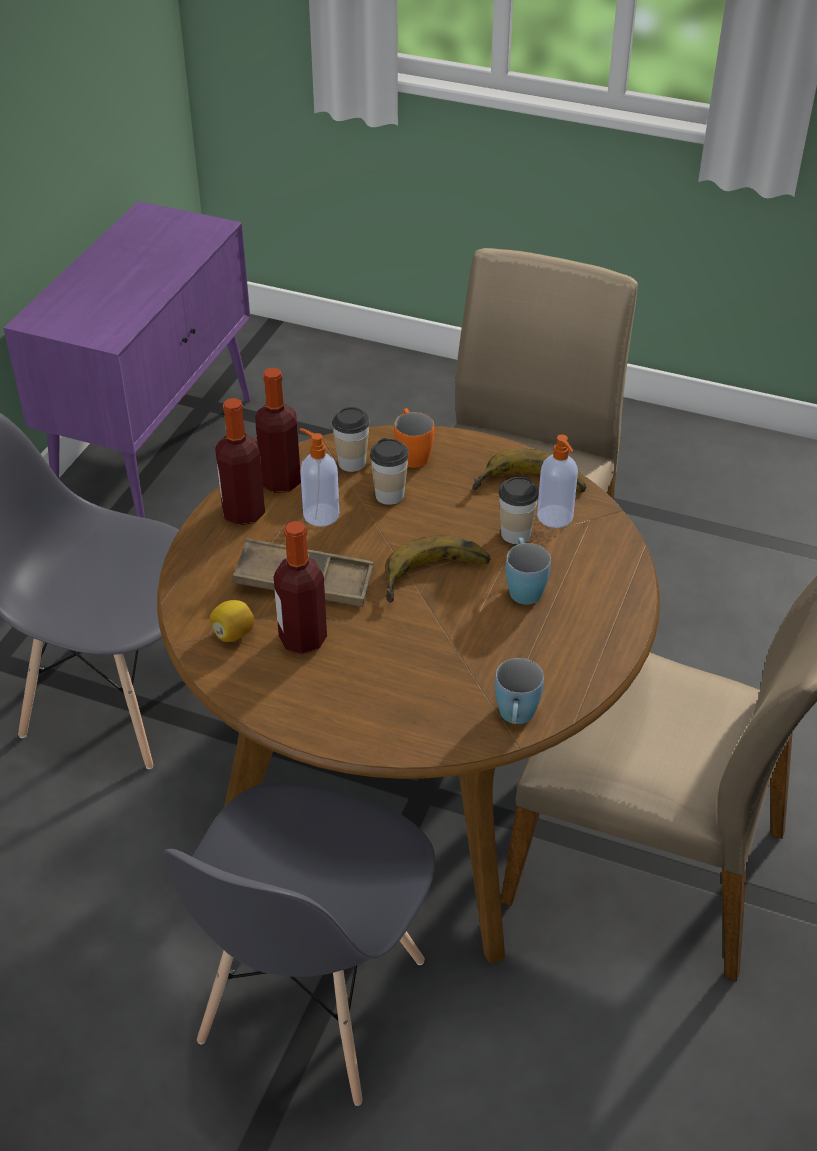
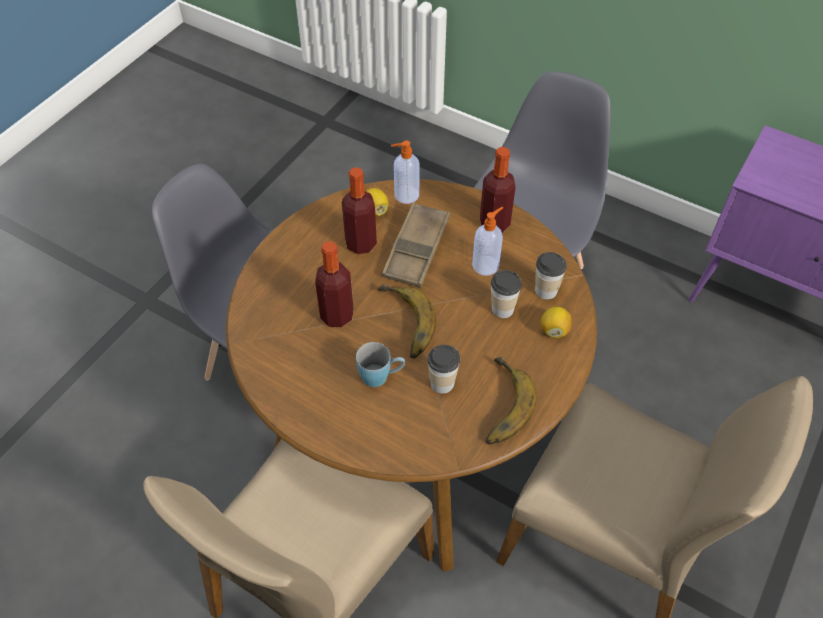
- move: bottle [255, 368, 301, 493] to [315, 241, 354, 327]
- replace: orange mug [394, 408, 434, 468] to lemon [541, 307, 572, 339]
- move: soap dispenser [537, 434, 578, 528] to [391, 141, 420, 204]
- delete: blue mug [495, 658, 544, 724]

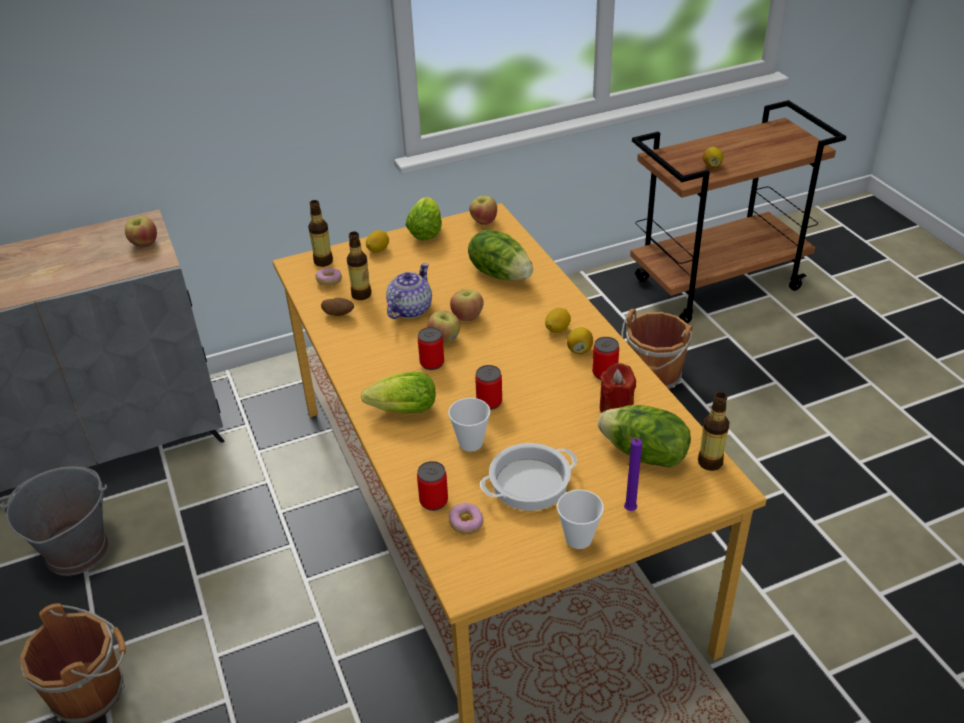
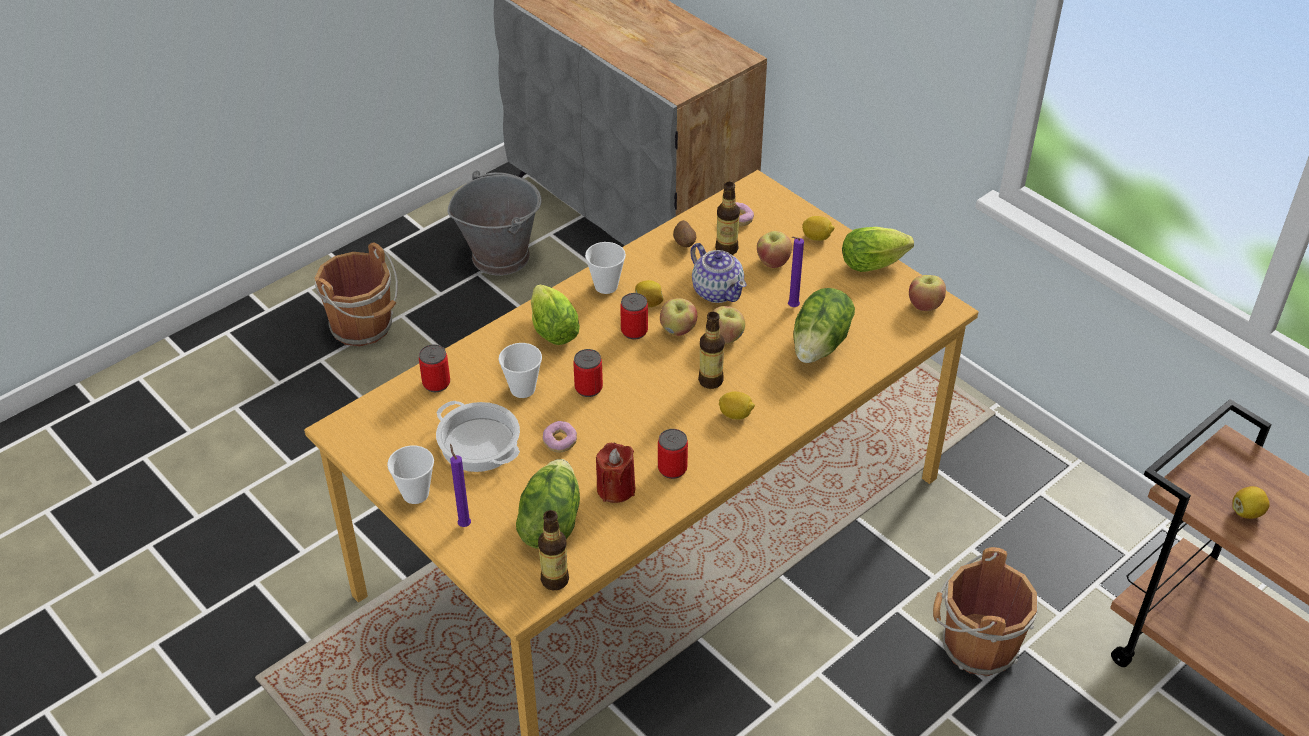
- move: bottle [308, 200, 333, 267] to [698, 312, 725, 389]
- move: apple [125, 216, 157, 247] to [757, 231, 792, 268]
- rotate: teapot [386, 263, 432, 319] = [690, 243, 746, 303] 45 degrees clockwise
- move: lemon [567, 327, 593, 354] to [635, 280, 664, 308]
- move: donut [448, 503, 484, 534] to [543, 421, 577, 453]
- insert: purple candle [788, 237, 804, 307]
- insert: cup [585, 242, 626, 294]

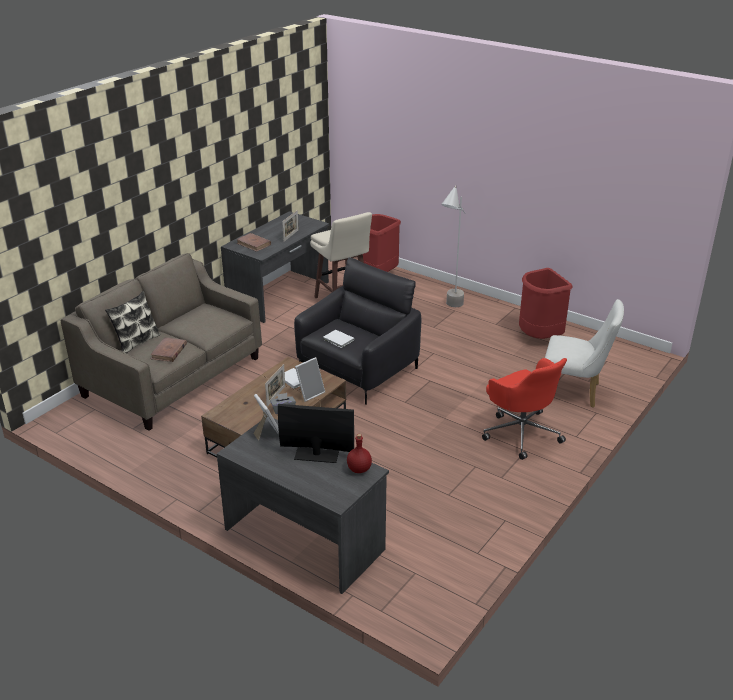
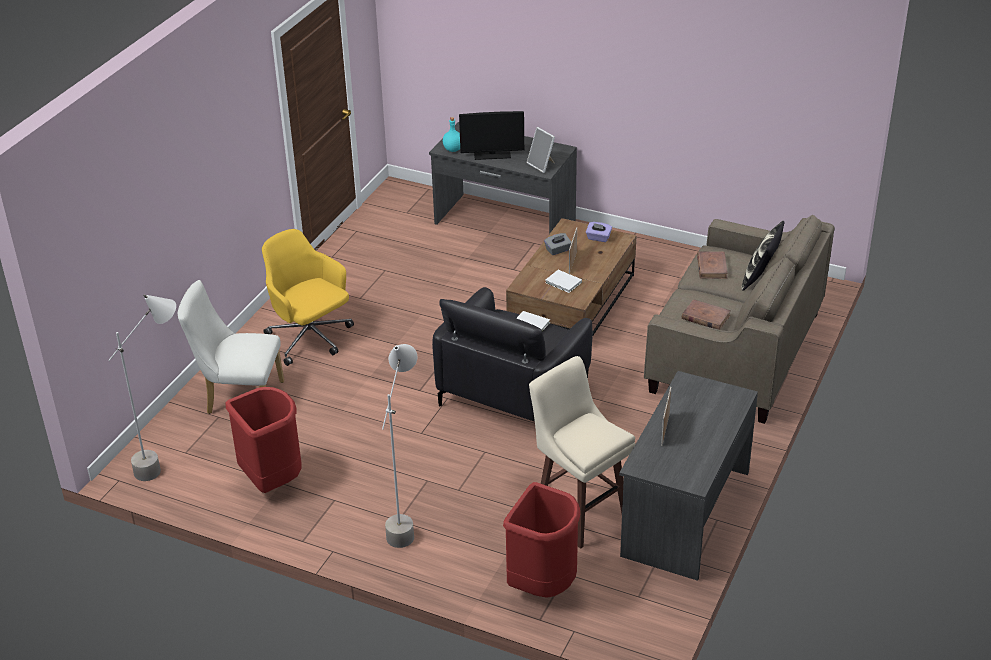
- move: brown book [236, 233, 271, 252] to [682, 299, 731, 330]
- delete: picture frame [295, 357, 325, 402]
- recolor: red office chair [482, 358, 567, 460] to yellow office chair [262, 229, 354, 366]
- recolor: red bottle [347, 434, 372, 473] to turquoise bottle [443, 117, 460, 152]
- insert: purple tissue box [586, 222, 612, 242]
- insert: grey floor lamp [108, 295, 176, 481]

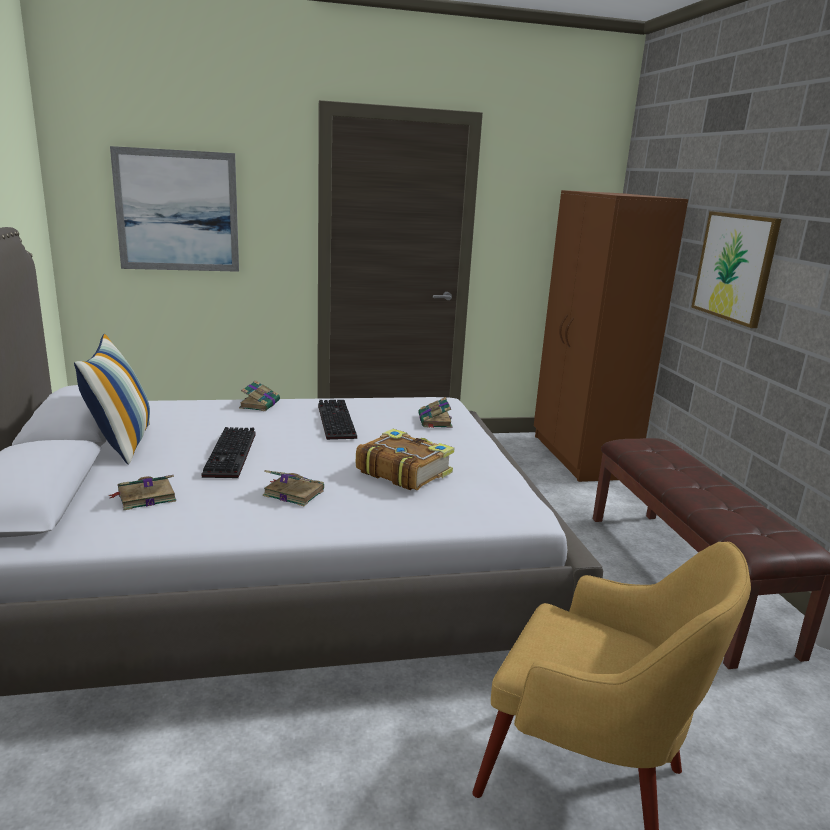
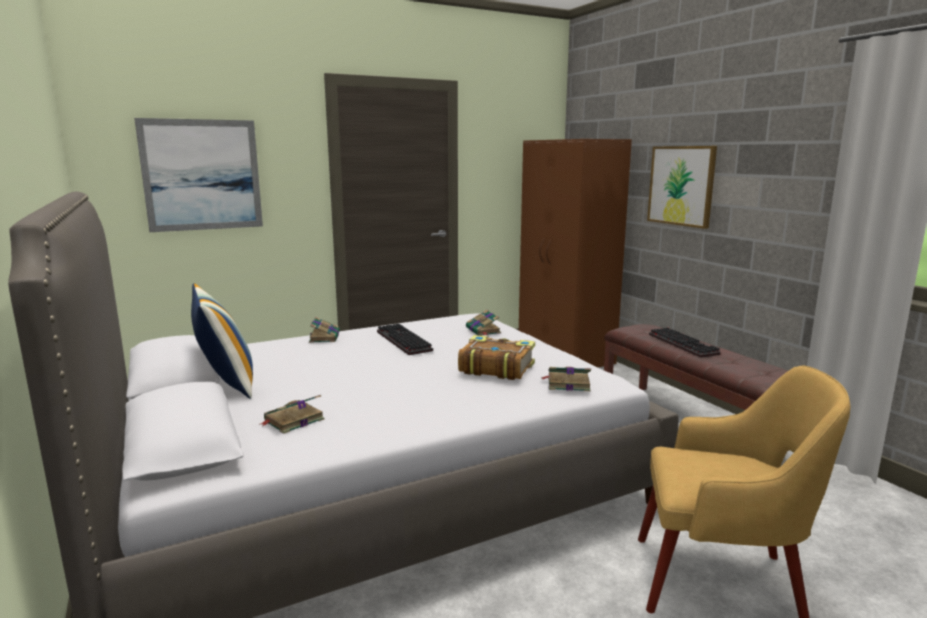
- move: keyboard [201, 427, 256, 478] to [649, 327, 721, 358]
- move: book [263, 470, 324, 506] to [542, 367, 591, 391]

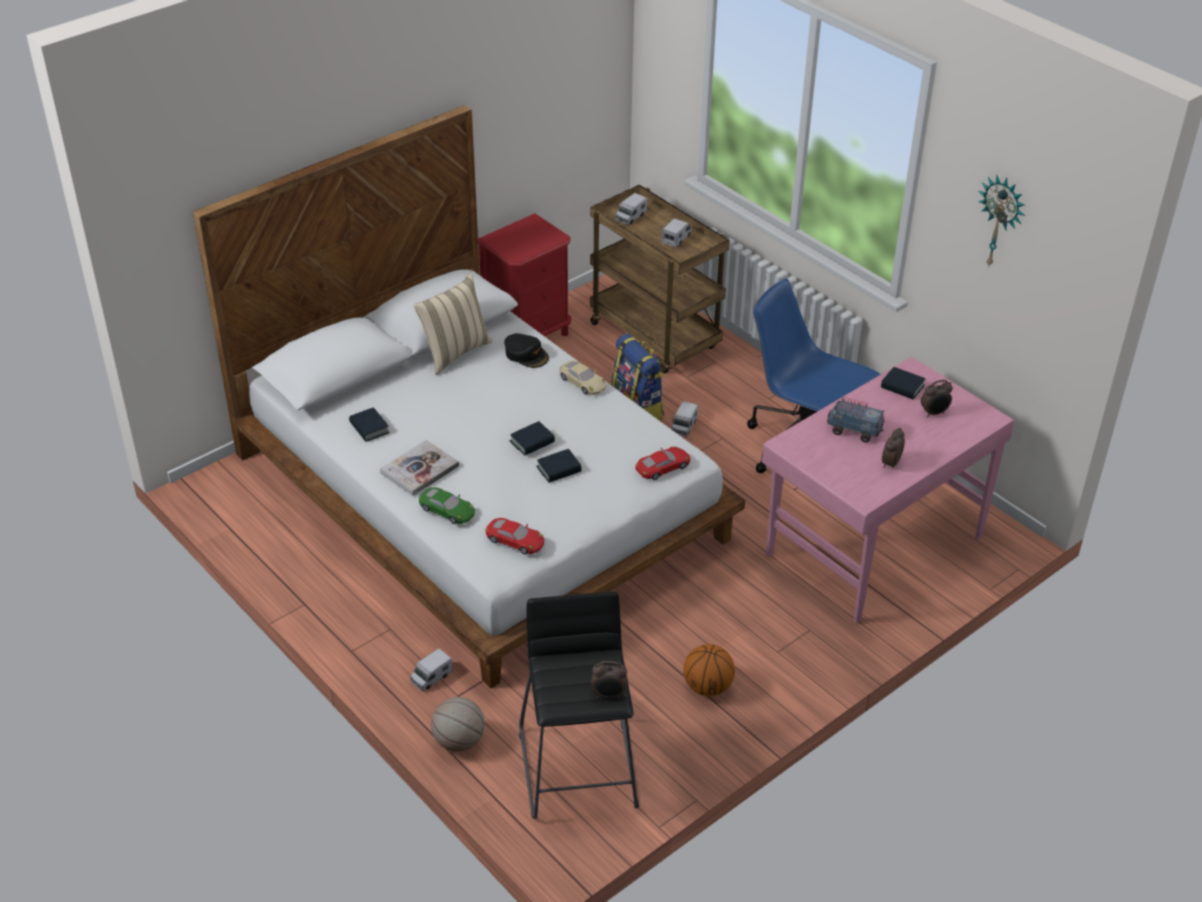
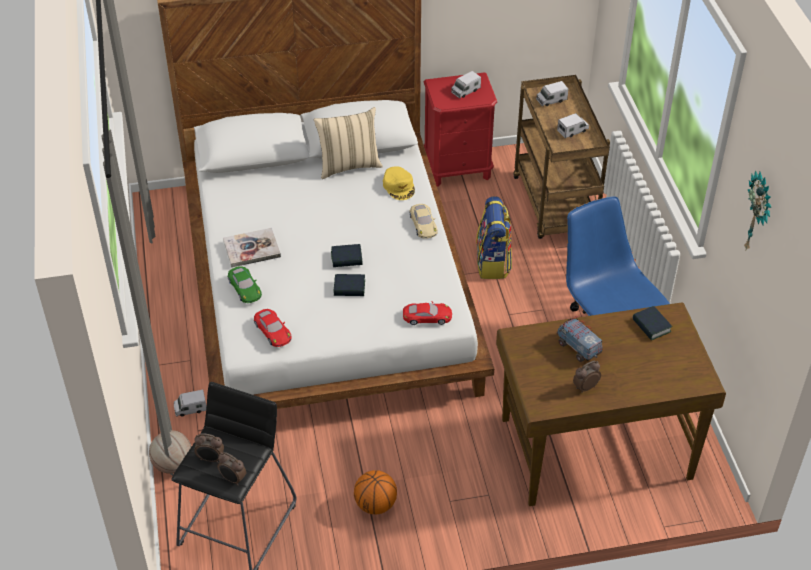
- recolor: black cap [504, 333, 549, 368] to yellow cap [383, 166, 415, 200]
- recolor: pink desk [762, 357, 1015, 624] to brown desk [496, 303, 726, 506]
- move: alarm clock [921, 380, 953, 417] to [194, 433, 224, 463]
- move: toy truck [672, 401, 698, 437] to [451, 71, 481, 98]
- delete: book [349, 408, 389, 442]

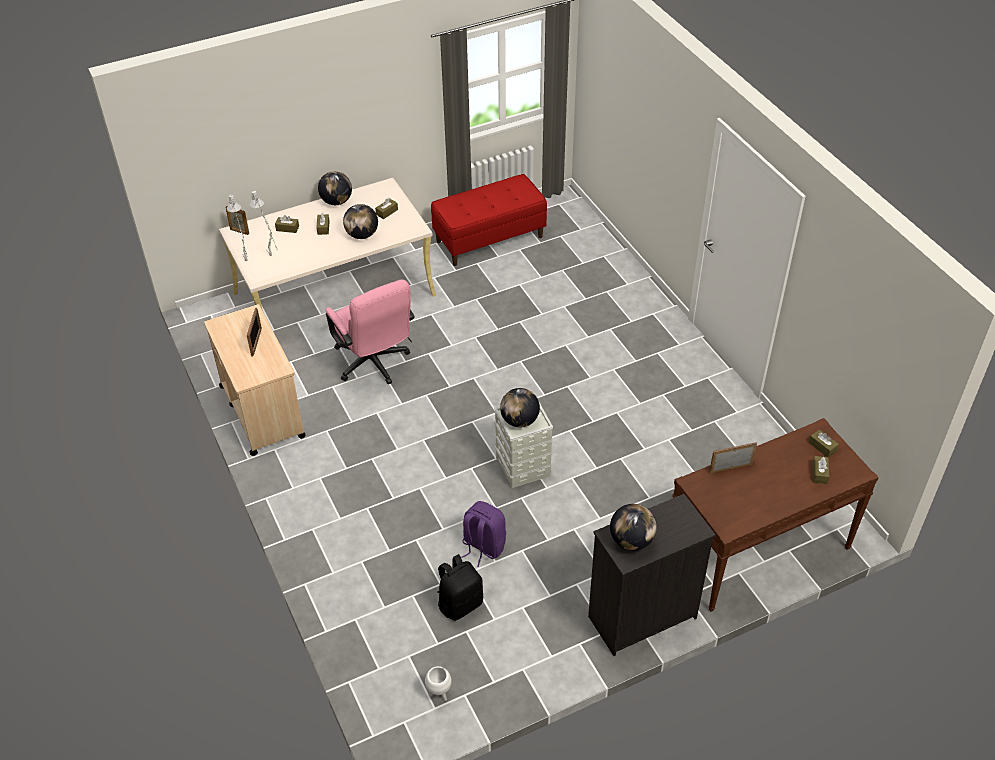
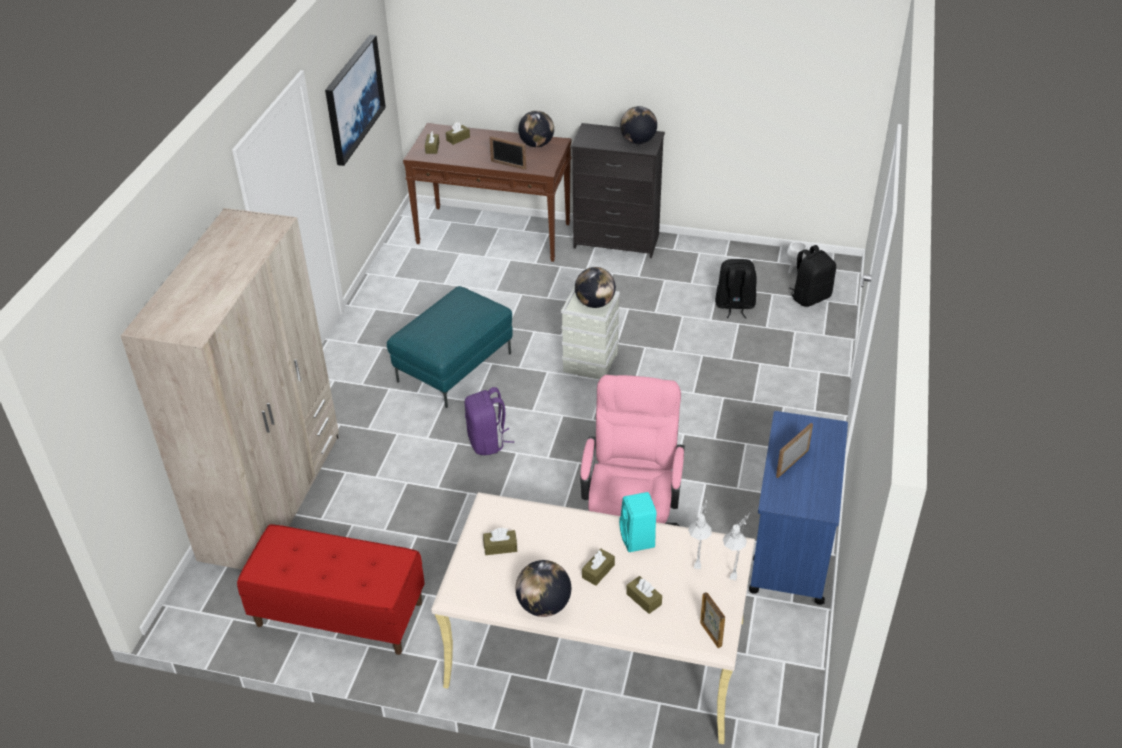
- move: globe [343, 204, 378, 239] to [518, 111, 554, 147]
- recolor: beige cart [204, 304, 305, 456] to blue cart [749, 411, 848, 605]
- move: purple backpack [462, 501, 506, 567] to [464, 387, 514, 455]
- insert: picture [325, 35, 386, 166]
- insert: beige wardrobe [120, 208, 339, 570]
- insert: black backpack [789, 245, 836, 307]
- insert: turquoise ottoman [386, 286, 513, 408]
- insert: turquoise speaker [619, 492, 657, 552]

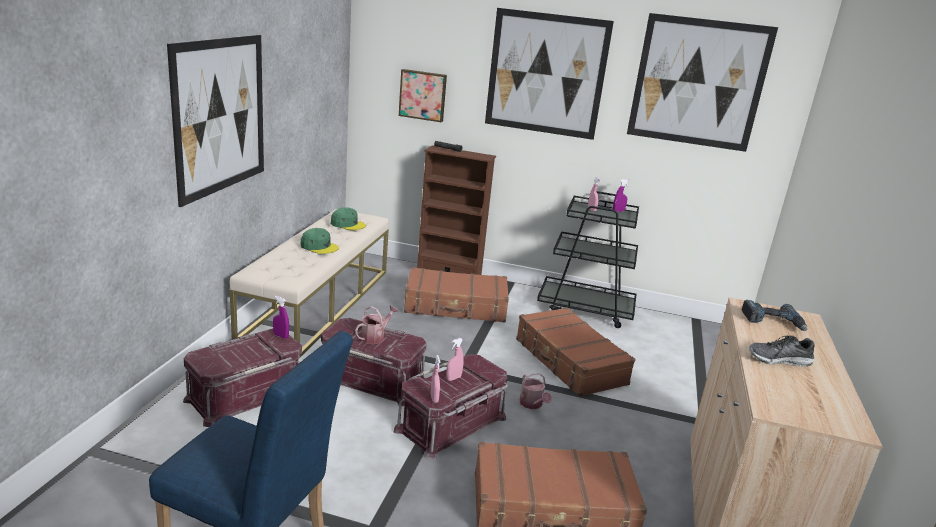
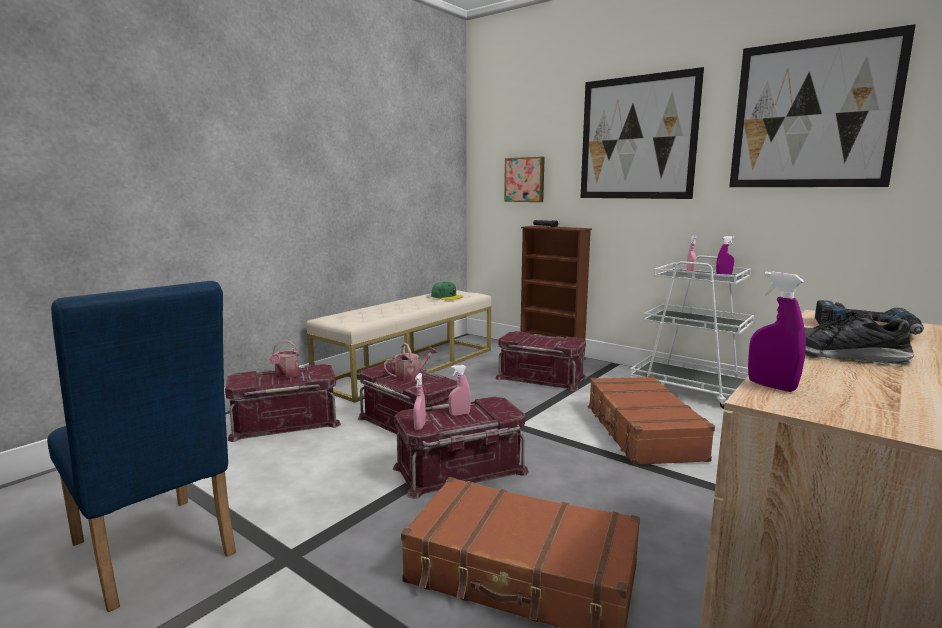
- delete: picture [167, 35, 264, 207]
- recolor: black cart [537, 191, 639, 328] to white cart [630, 255, 754, 409]
- delete: green cap [300, 228, 339, 254]
- replace: brown suitcase [404, 267, 509, 323] to red storage box [496, 331, 586, 391]
- move: purple spray bottle [273, 296, 289, 339] to [748, 272, 806, 392]
- move: watering can [520, 373, 552, 409] to [269, 341, 299, 378]

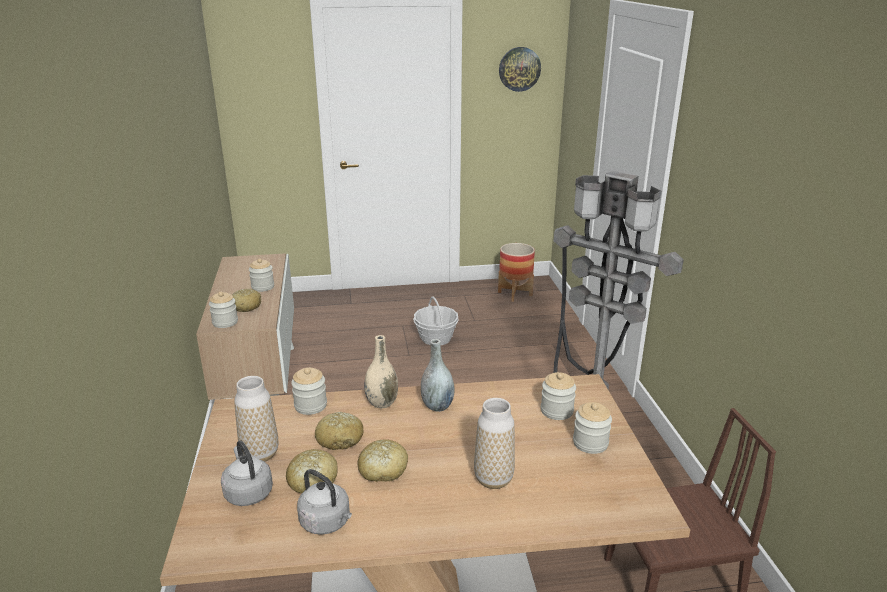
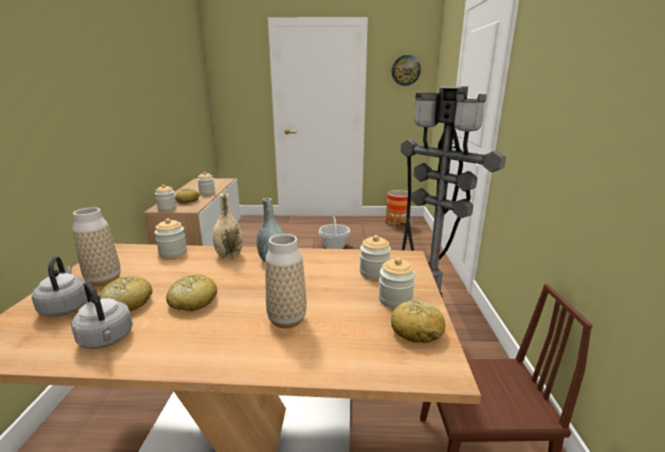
- move: bread [315, 412, 363, 450] to [391, 300, 445, 343]

